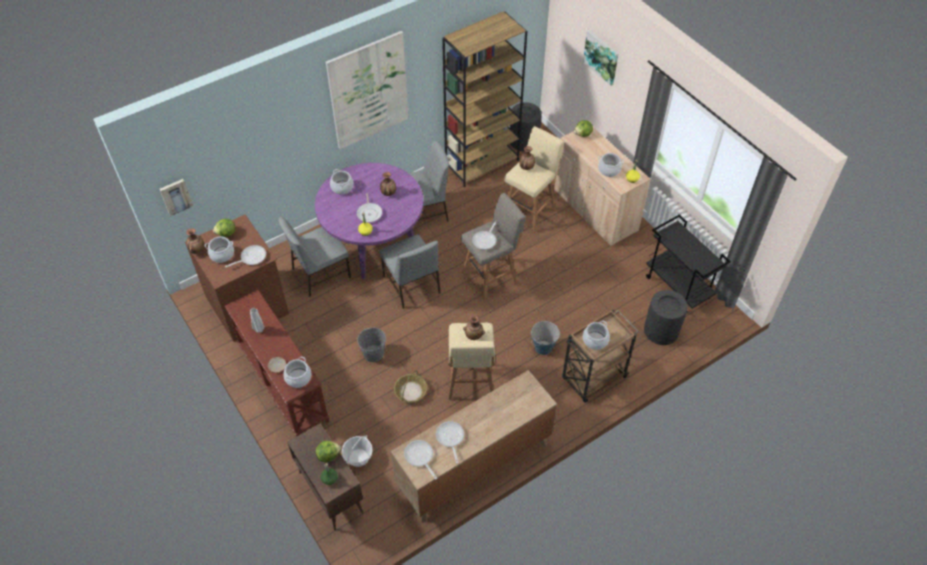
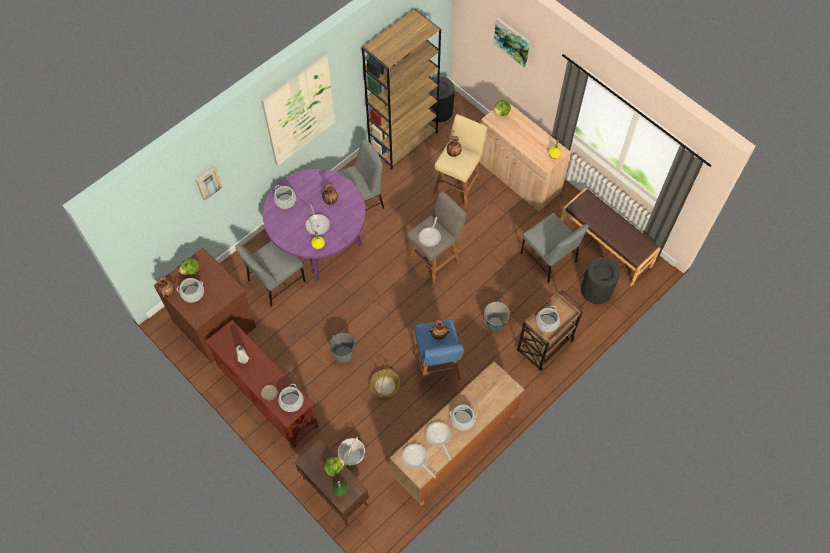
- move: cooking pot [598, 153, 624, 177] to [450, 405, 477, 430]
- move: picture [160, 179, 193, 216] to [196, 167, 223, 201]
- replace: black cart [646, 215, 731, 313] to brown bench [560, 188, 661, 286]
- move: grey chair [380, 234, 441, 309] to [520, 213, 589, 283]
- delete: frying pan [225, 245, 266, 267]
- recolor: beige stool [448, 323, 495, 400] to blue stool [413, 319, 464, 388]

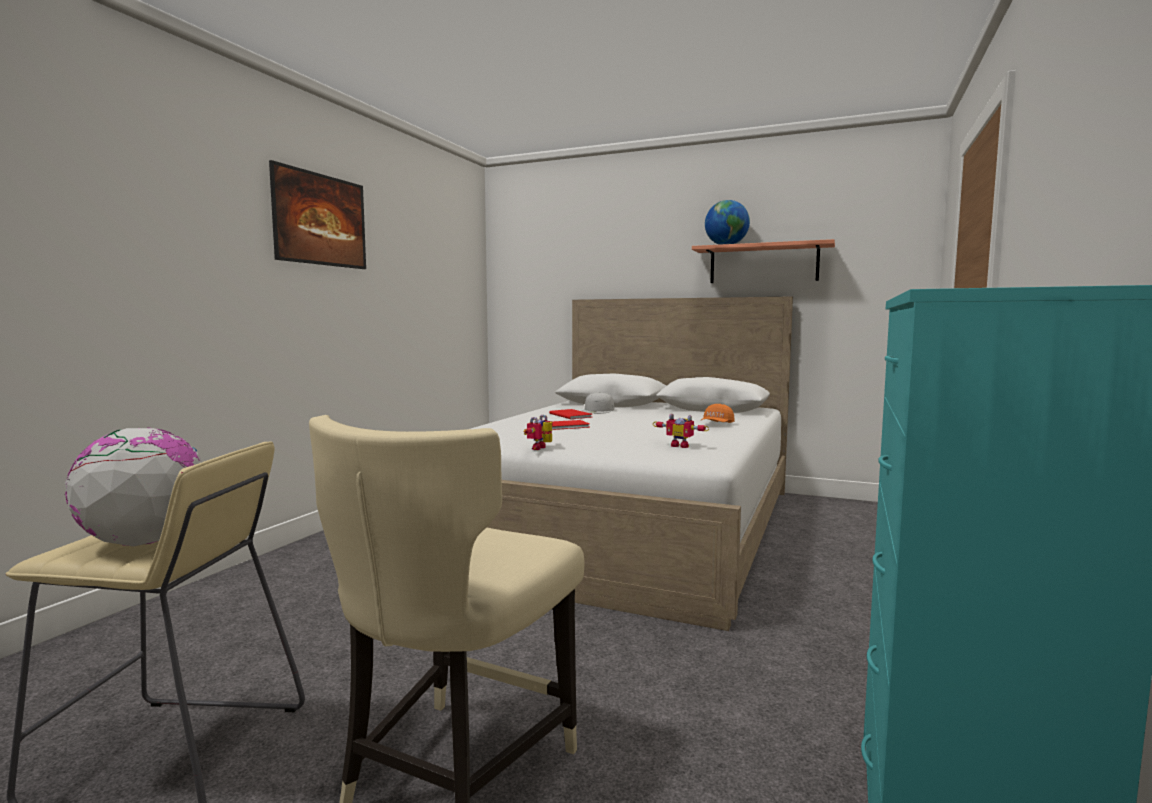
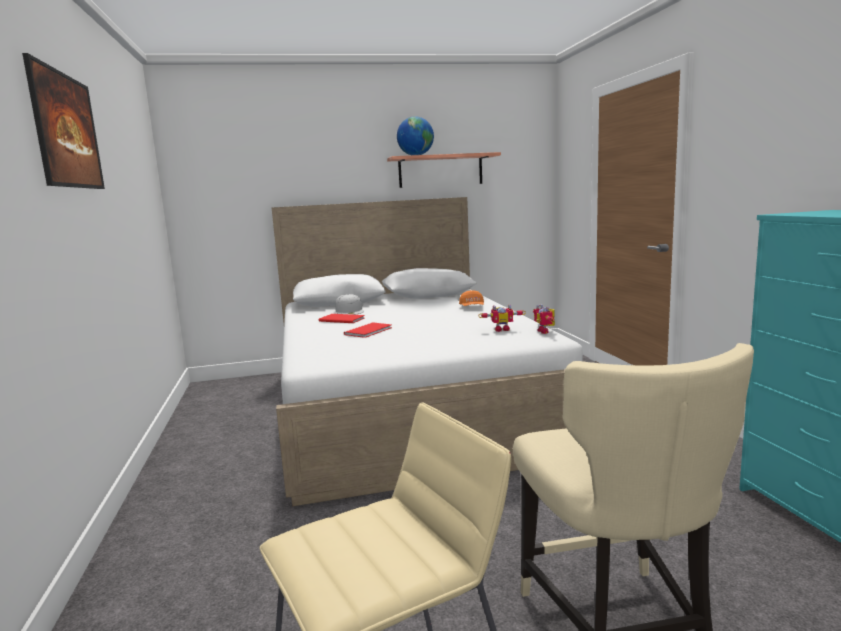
- move: toy robot [524, 415, 553, 450] to [533, 304, 555, 334]
- delete: globe [65, 428, 202, 546]

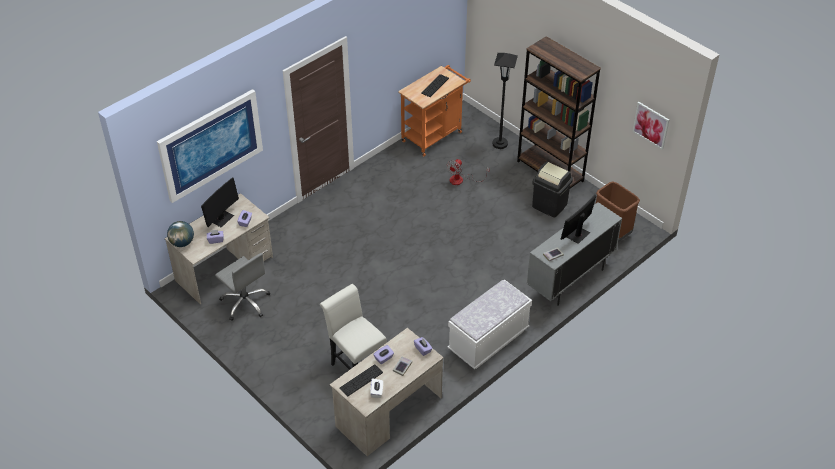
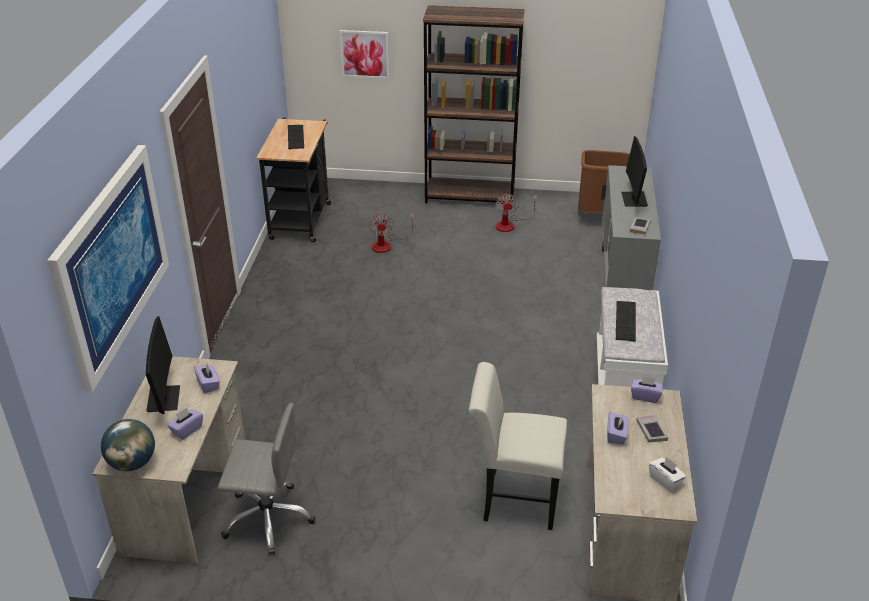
- delete: black floor lamp [493, 53, 518, 149]
- recolor: orange cart [398, 65, 471, 156] to black cart [256, 117, 331, 243]
- move: picture [632, 102, 669, 150] to [340, 30, 389, 79]
- replace: black trash can [532, 161, 573, 218] to fan [495, 193, 537, 232]
- move: keyboard [339, 364, 383, 396] to [616, 301, 636, 341]

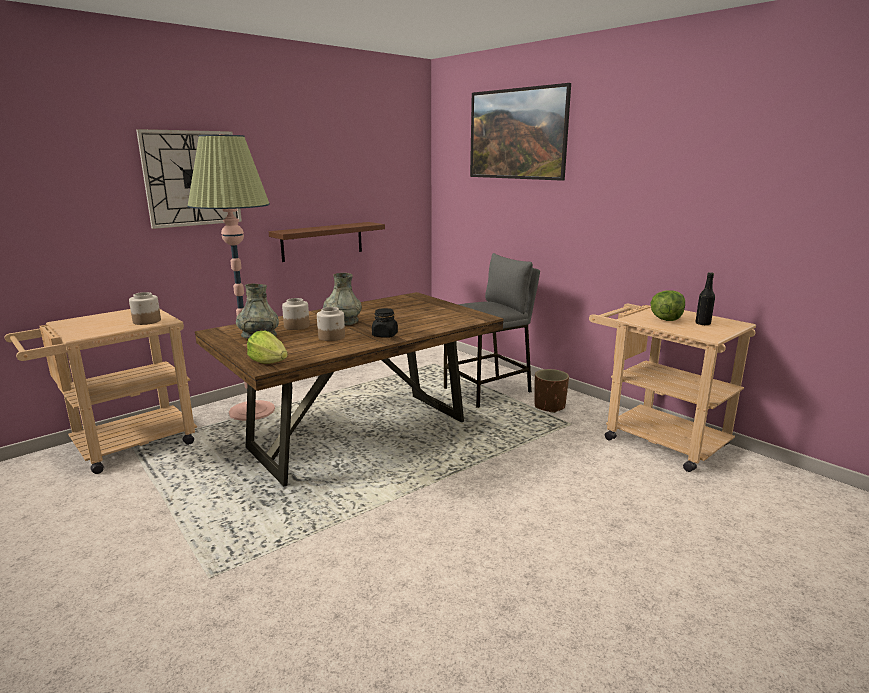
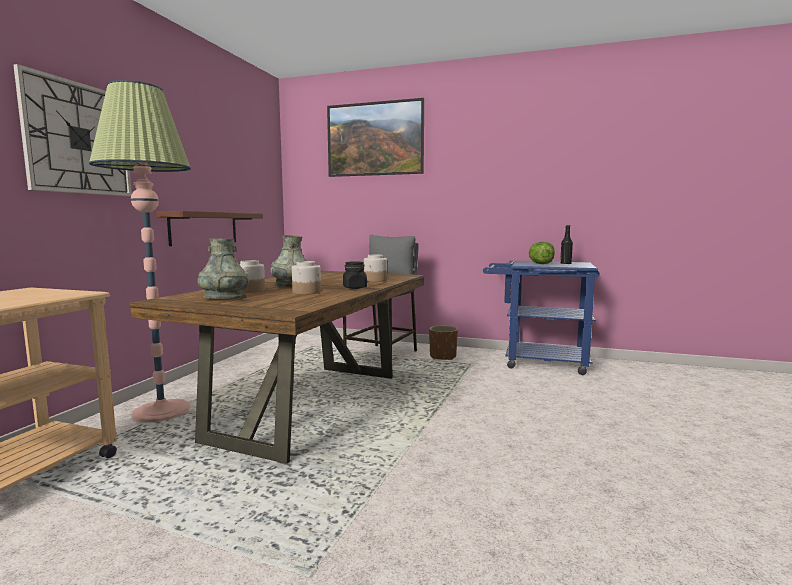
- move: jar [129, 292, 161, 325] to [364, 255, 387, 282]
- recolor: beige cart [589, 304, 756, 472] to blue cart [483, 261, 599, 375]
- delete: lettuce [247, 331, 288, 364]

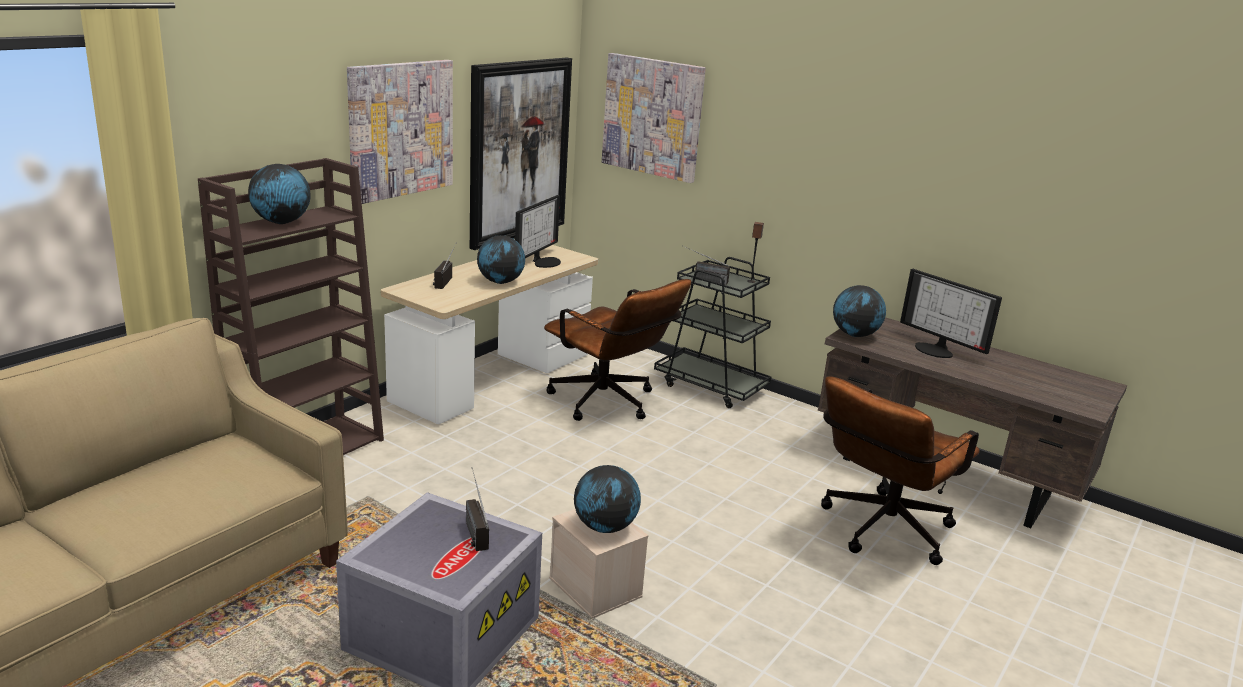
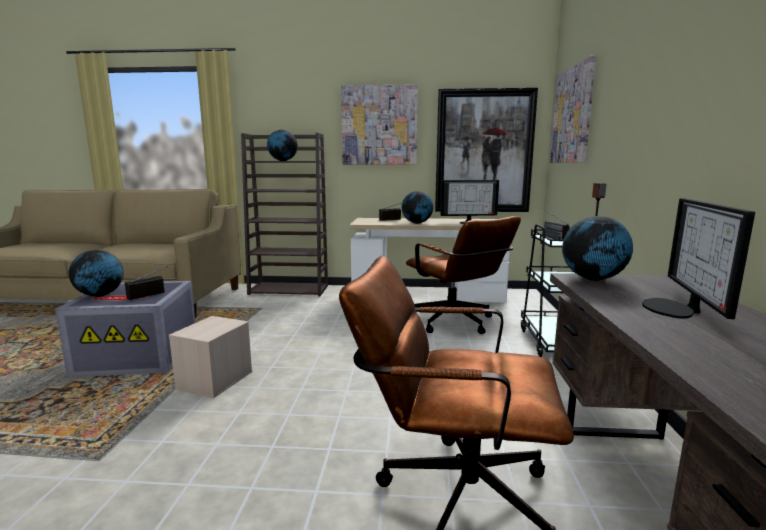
- rotate: brown office chair [544, 279, 691, 421] = [406, 216, 521, 334] 45 degrees counterclockwise
- move: globe [574, 465, 641, 533] to [69, 250, 124, 297]

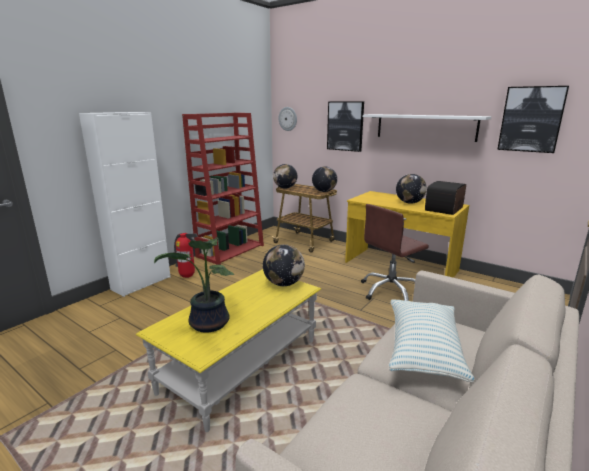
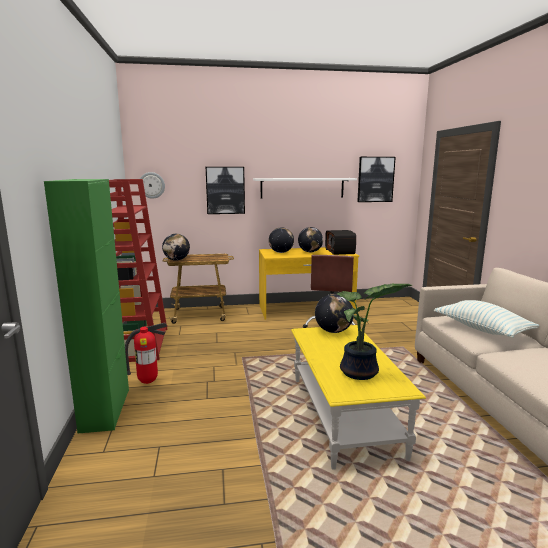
- recolor: white cabinet [79, 112, 171, 297] to green cabinet [44, 179, 129, 433]
- move: globe [312, 166, 337, 192] to [269, 227, 294, 253]

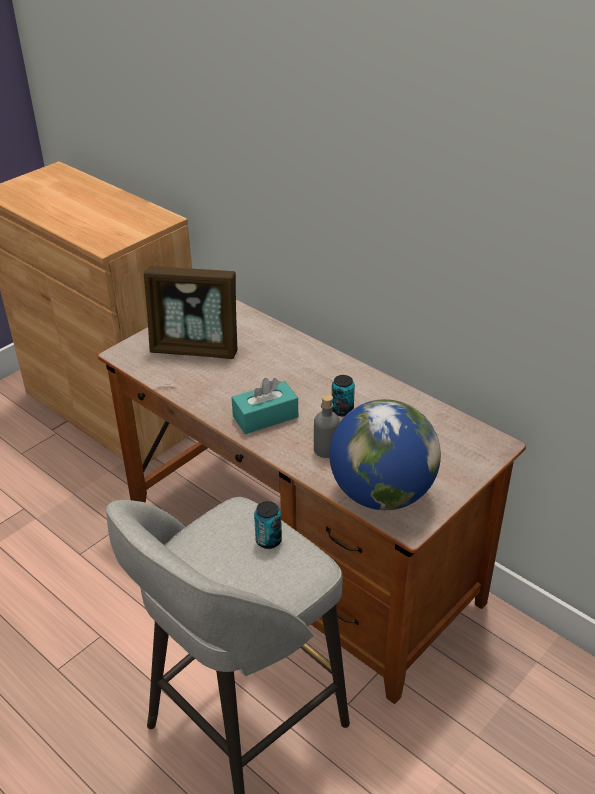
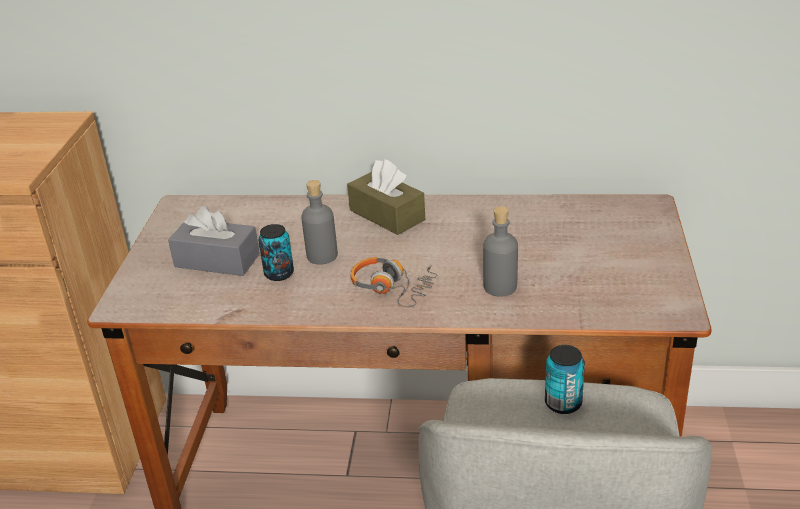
- replace: picture frame [144, 266, 237, 359] to grey tissue box [168, 206, 260, 276]
- move: can [332, 375, 355, 416] to [258, 224, 294, 281]
- replace: turquoise tissue box [231, 378, 298, 434] to headphones [350, 257, 437, 307]
- delete: globe [329, 399, 441, 510]
- insert: brown tissue box [347, 159, 425, 235]
- insert: grey bottle [301, 180, 338, 265]

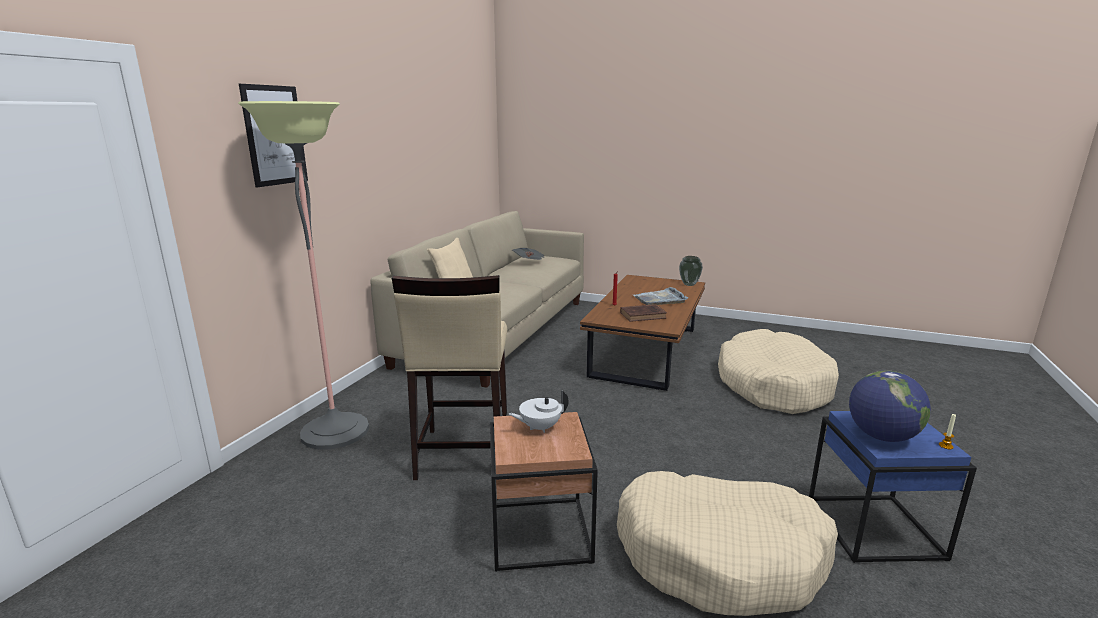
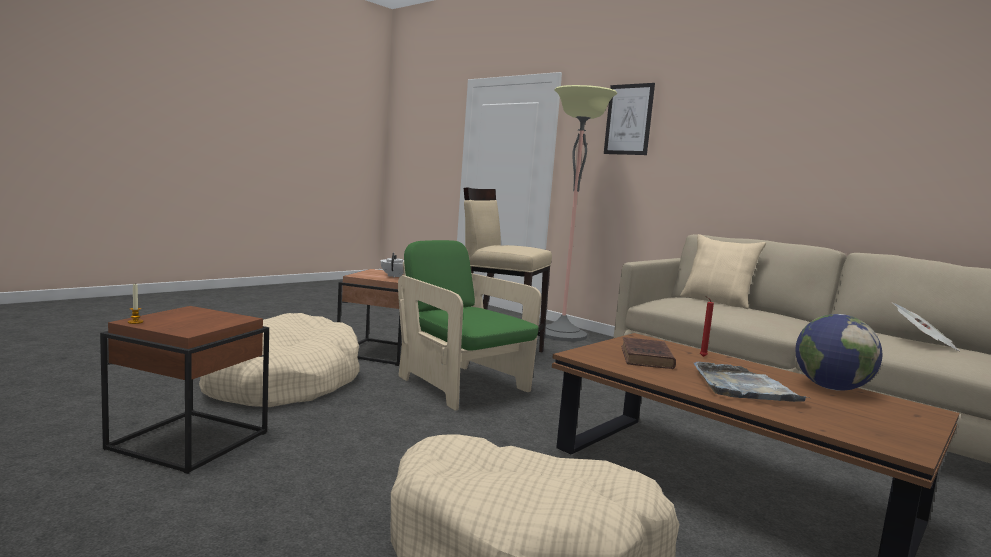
- delete: vase [679, 256, 703, 286]
- move: globe [849, 371, 931, 442] to [795, 314, 883, 391]
- recolor: blue side table [809, 411, 977, 563] to brown side table [100, 306, 269, 474]
- insert: green armchair [398, 240, 542, 411]

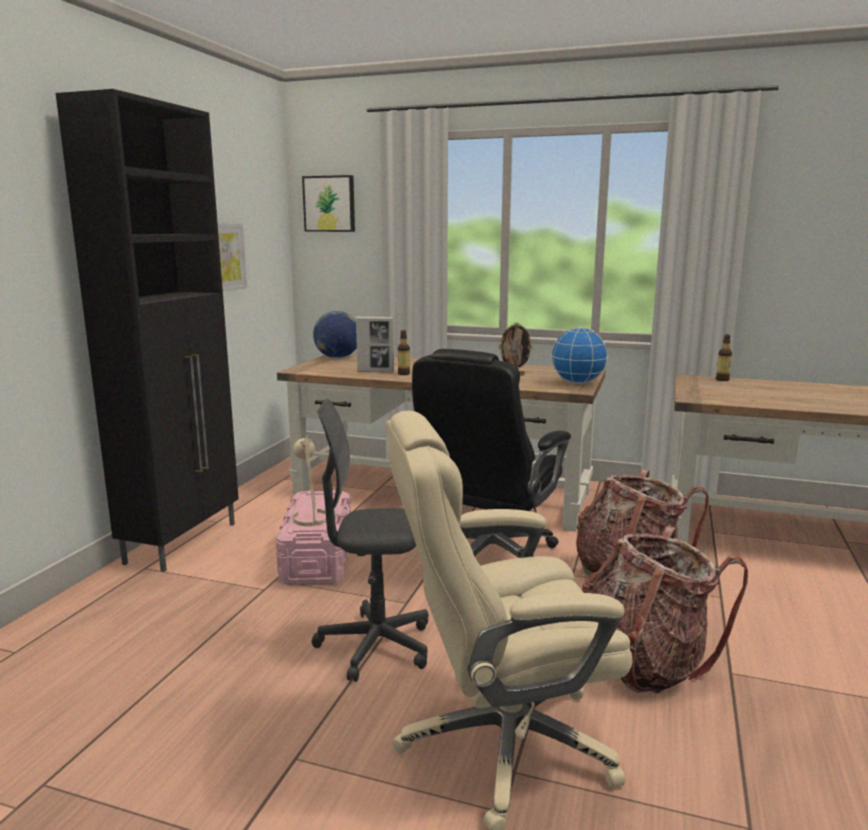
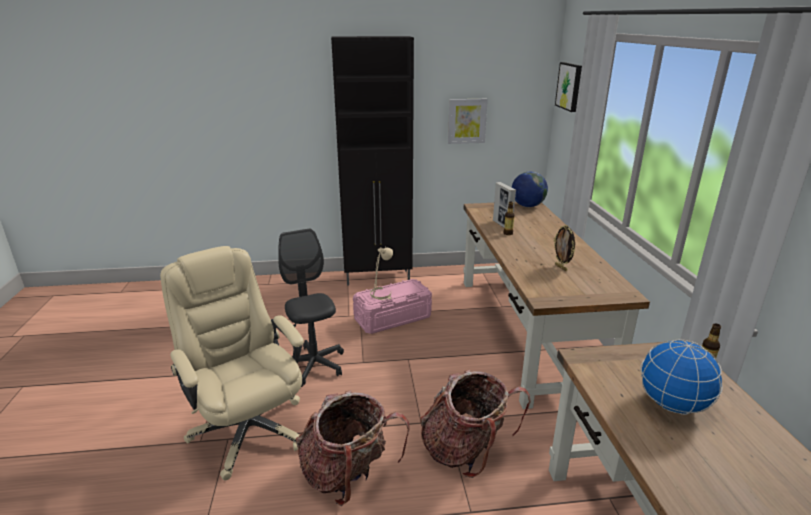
- move: globe [551, 327, 608, 384] to [641, 339, 723, 415]
- delete: black office chair [412, 349, 571, 558]

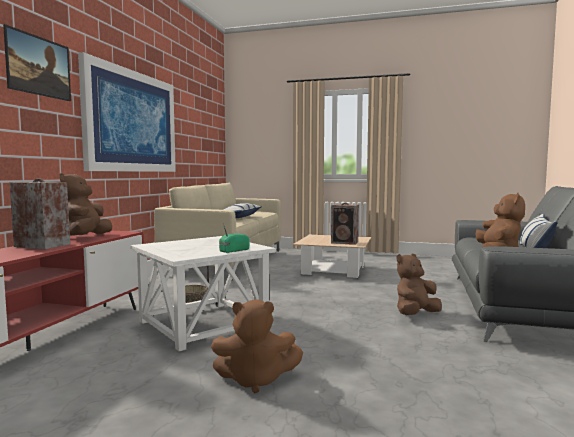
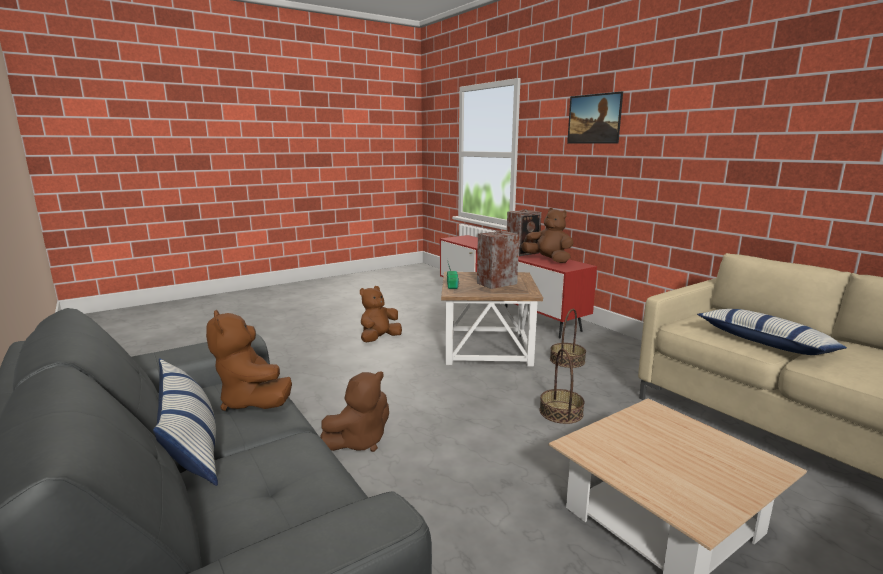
- delete: picture [78, 52, 176, 172]
- move: speaker [331, 203, 359, 245] to [477, 231, 519, 289]
- recolor: white side table [130, 236, 276, 351] to brown side table [441, 272, 543, 367]
- rotate: brown plush toy [396, 254, 442, 315] = [320, 372, 389, 452] 45 degrees clockwise
- insert: basket [540, 349, 585, 424]

